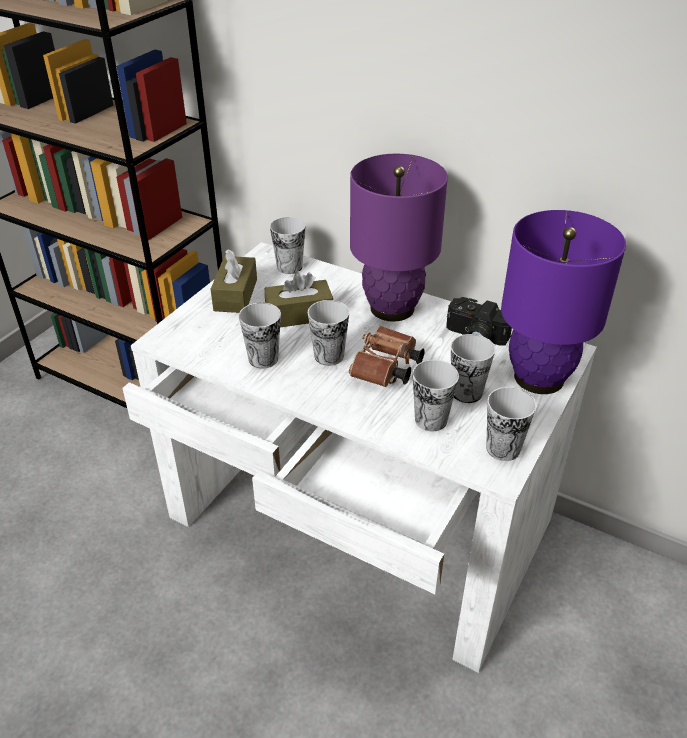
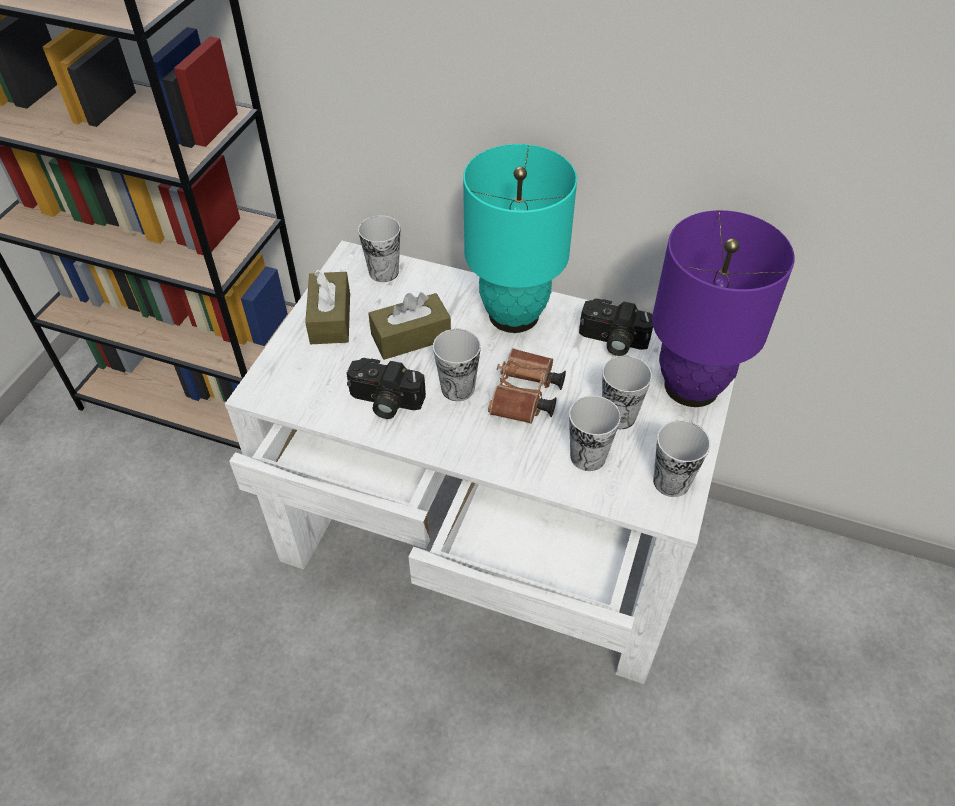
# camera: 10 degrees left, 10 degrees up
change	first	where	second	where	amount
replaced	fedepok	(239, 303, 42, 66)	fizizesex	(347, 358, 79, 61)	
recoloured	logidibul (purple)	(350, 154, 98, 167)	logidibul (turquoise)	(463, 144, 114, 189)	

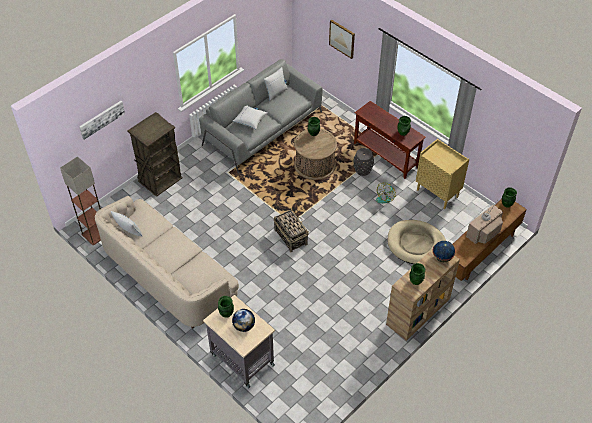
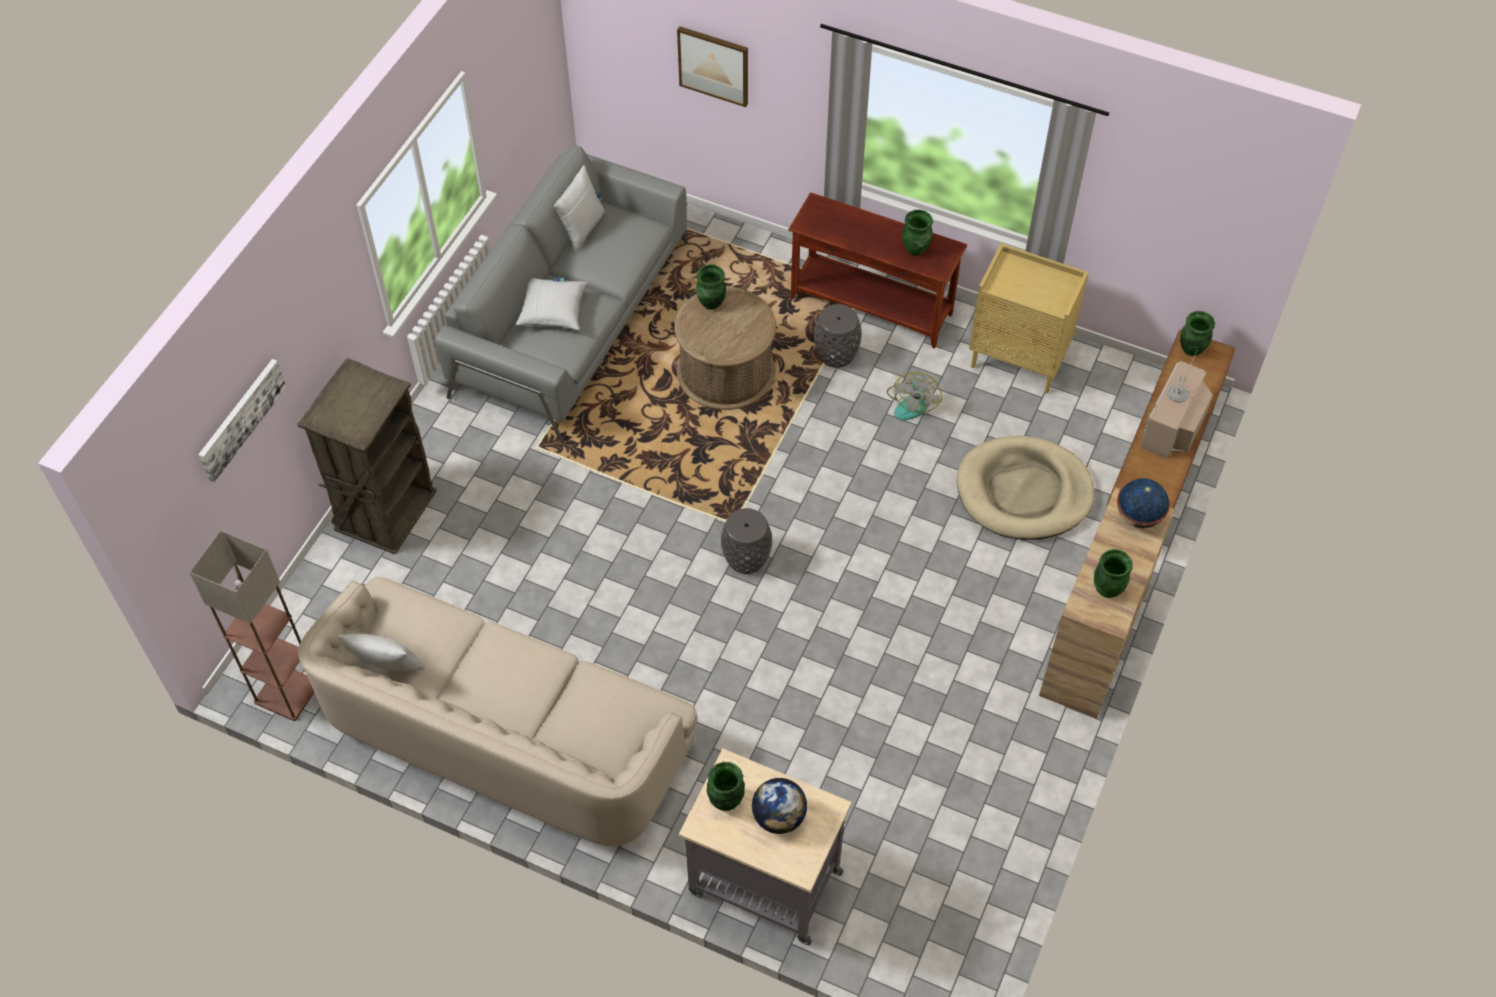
# camera: 20 degrees left, 5 degrees up
change	first	where	second	where	amount
replaced	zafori	(274, 208, 35, 44)	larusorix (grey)	(721, 508, 51, 66)	

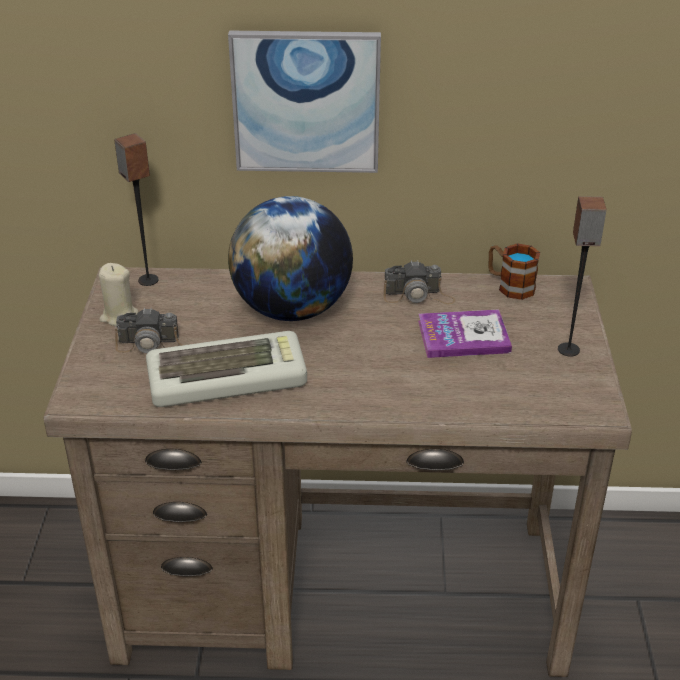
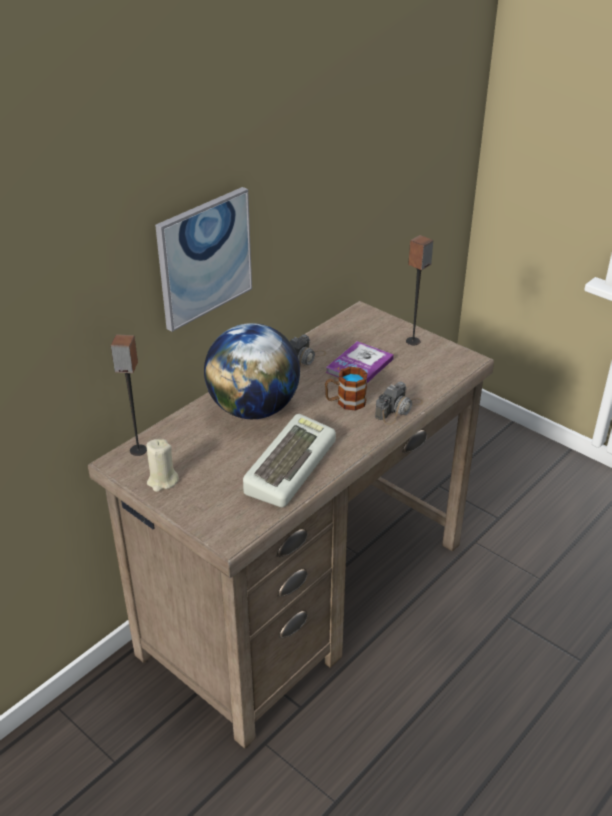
# camera: 50 degrees left, 0 degrees up
change	first	where	second	where	amount
moved	fizizesex	(115, 308, 67, 45)		(375, 382, 48, 43)	
moved	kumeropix	(488, 244, 52, 56)		(325, 367, 43, 44)	

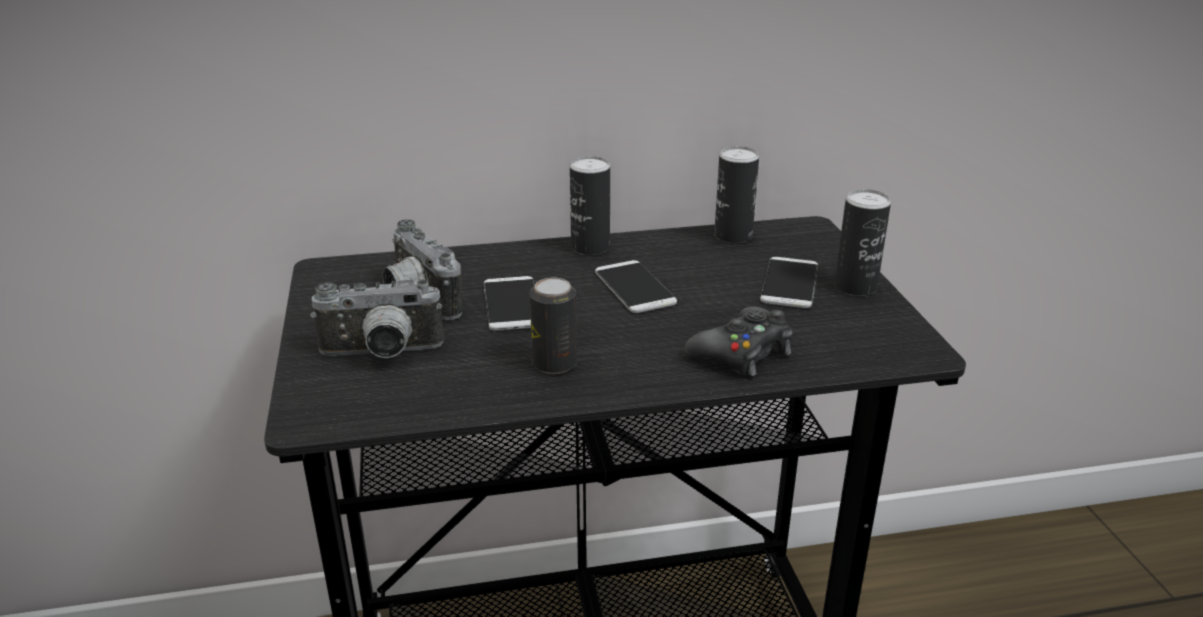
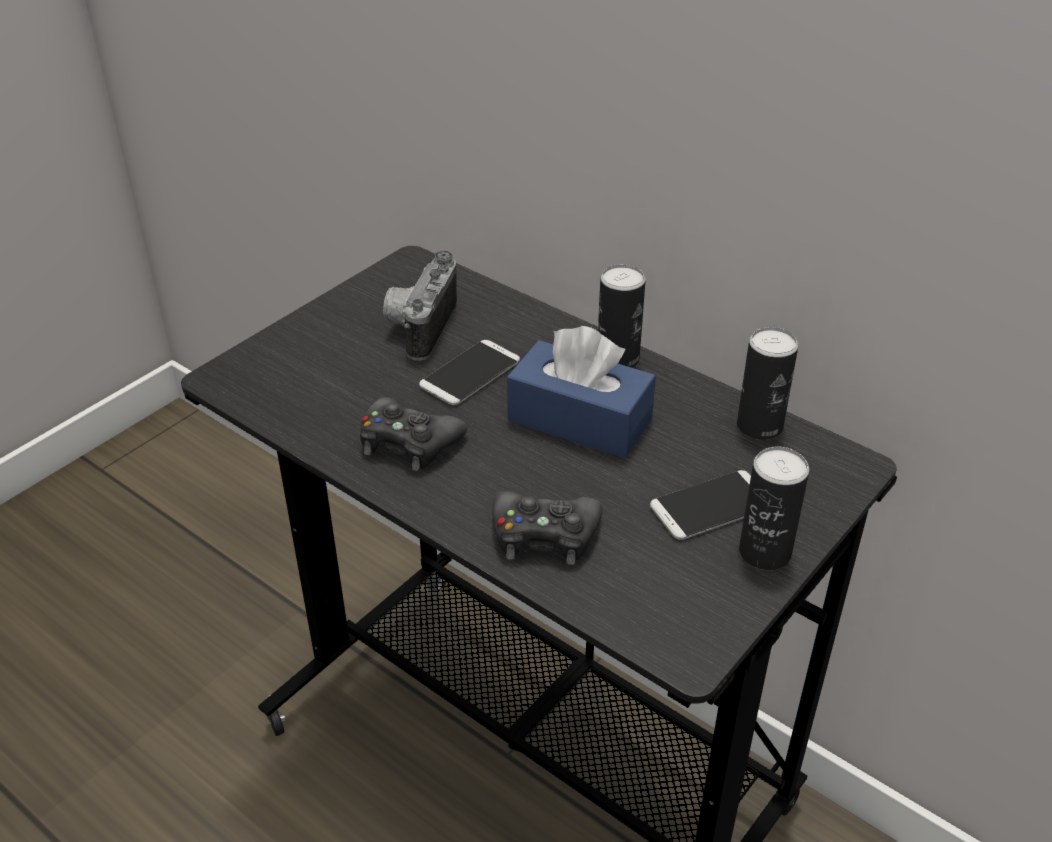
# camera: 50 degrees right, 10 degrees up
change	first	where	second	where	amount
removed	fizizesex	(310, 280, 133, 78)			
replaced	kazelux	(530, 277, 47, 97)	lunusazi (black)	(360, 397, 107, 74)	
replaced	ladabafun	(595, 260, 82, 53)	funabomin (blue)	(507, 326, 149, 132)	

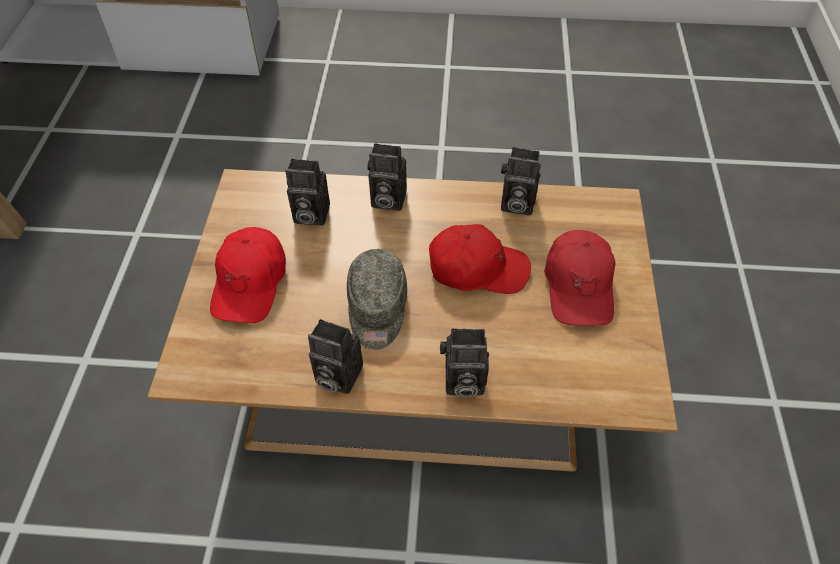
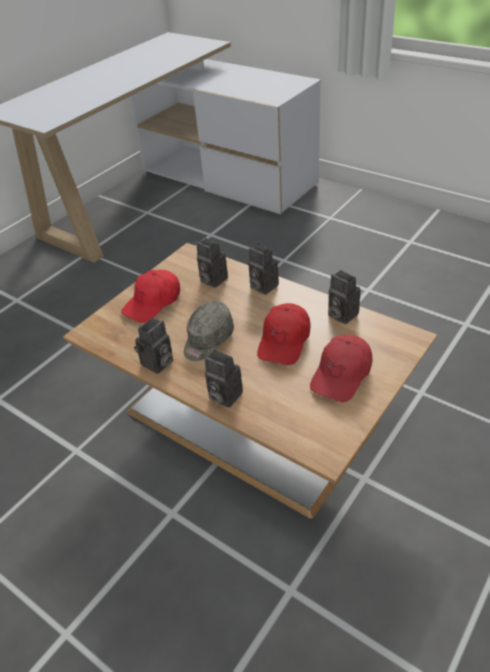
# camera: 35 degrees right, 10 degrees down
change	first	where	second	where	amount
turned	fizizesex	(308, 319, 55, 75)		(134, 317, 39, 57)	105 degrees counterclockwise
turned	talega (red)	(429, 224, 102, 70)		(257, 303, 54, 62)	75 degrees clockwise

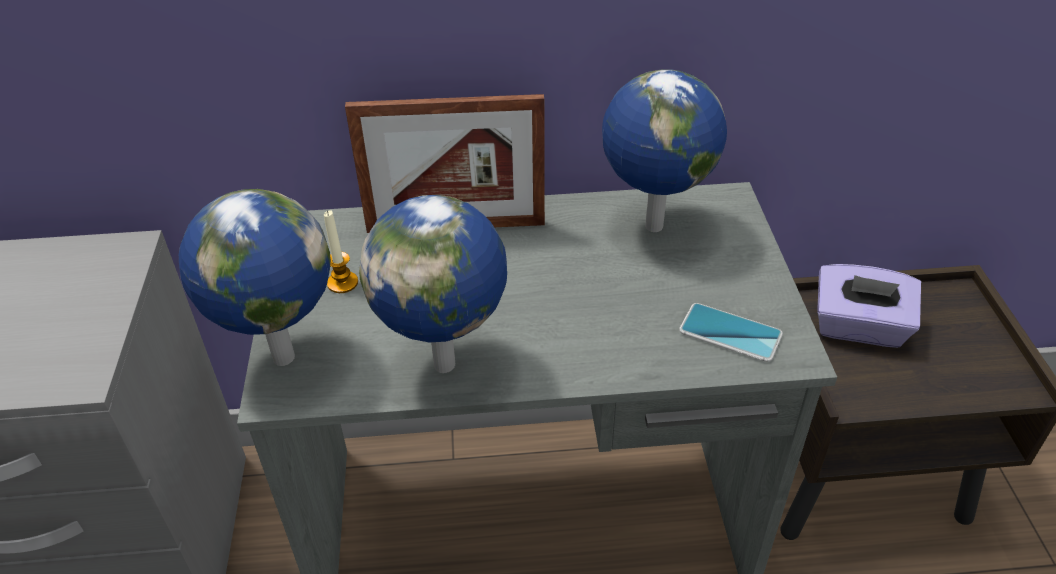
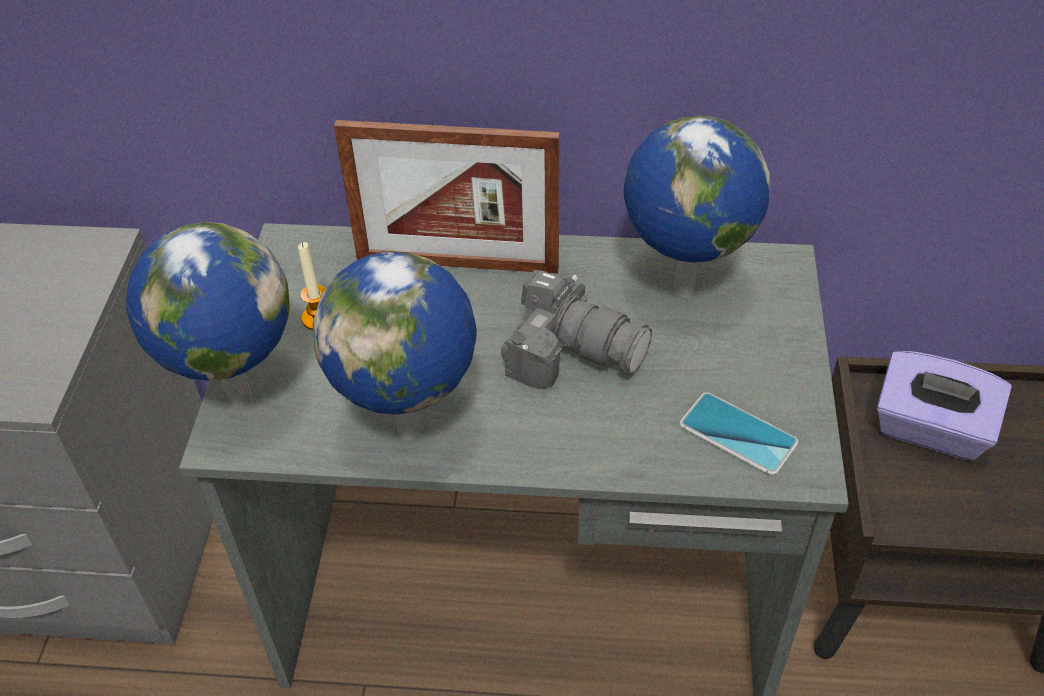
# camera: 10 degrees right, 5 degrees up
change	first	where	second	where	amount
added			fizizesex	(501, 270, 151, 119)	

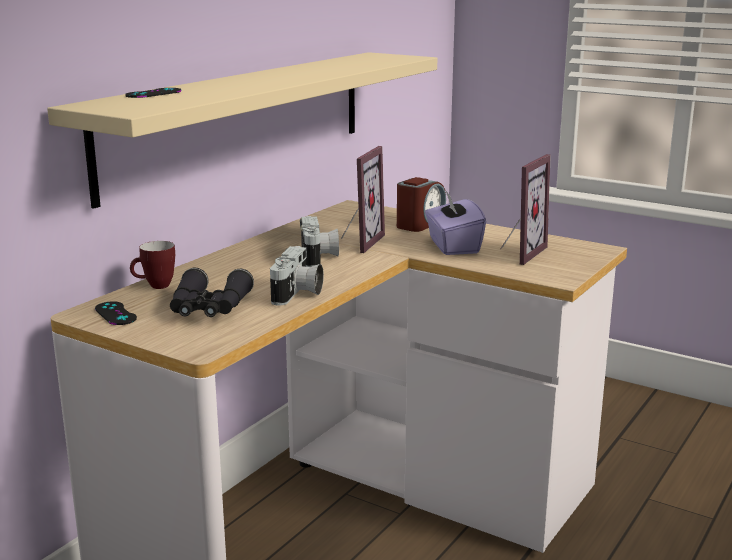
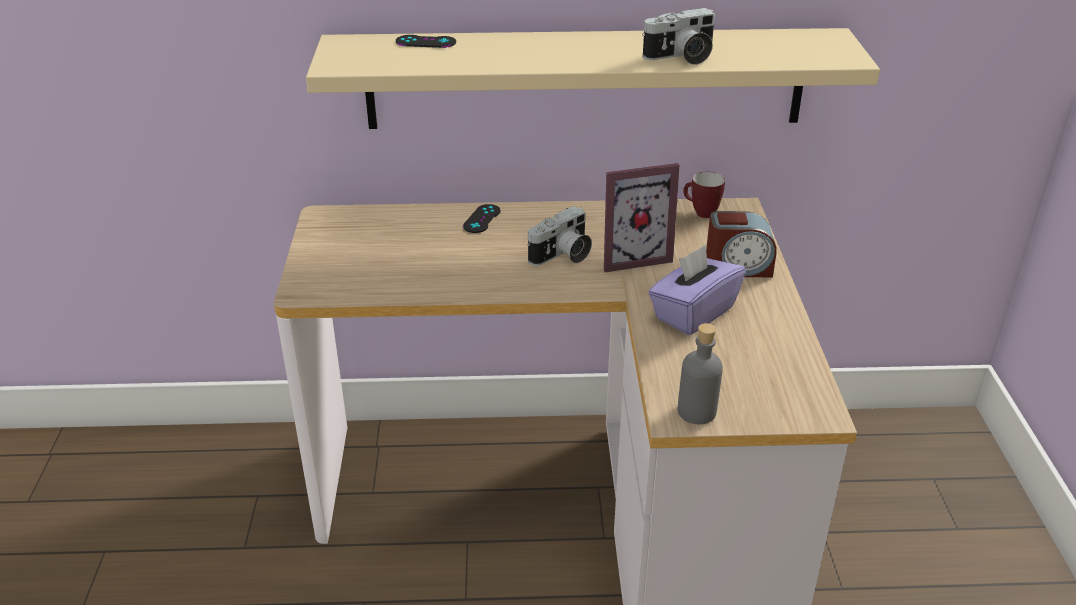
# camera: 55 degrees right, 15 degrees up
change	first	where	second	where	amount
moved	lunusazi (black)	(95, 301, 42, 24)		(463, 204, 38, 29)	
moved	kumeropix	(130, 241, 45, 48)		(683, 172, 42, 46)	
removed	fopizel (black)	(170, 268, 84, 49)			
moved	fizizesex	(270, 246, 54, 60)		(642, 8, 73, 57)	
removed	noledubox	(501, 154, 50, 111)			
added			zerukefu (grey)	(678, 323, 45, 101)	

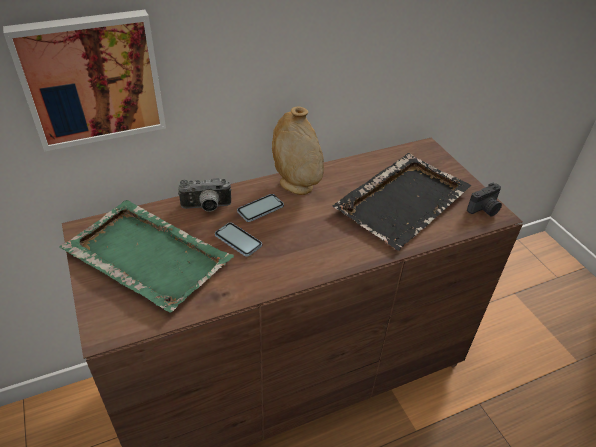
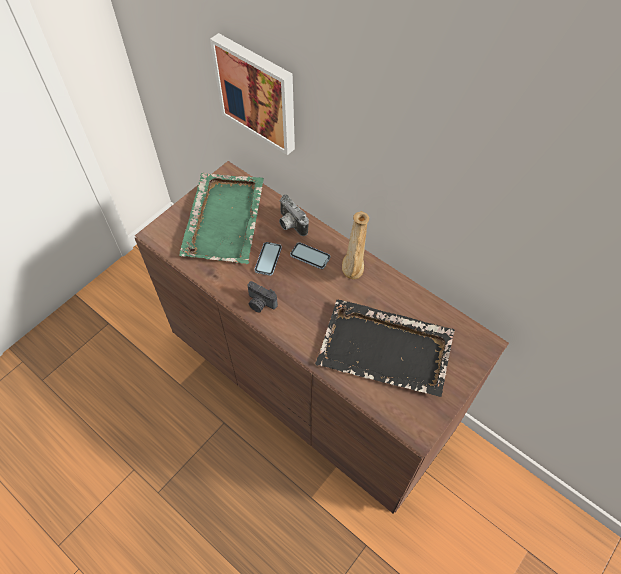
# camera: 65 degrees right, 15 degrees up
change	first	where	second	where	amount
moved	fizizesex	(467, 183, 35, 33)		(247, 281, 31, 31)	

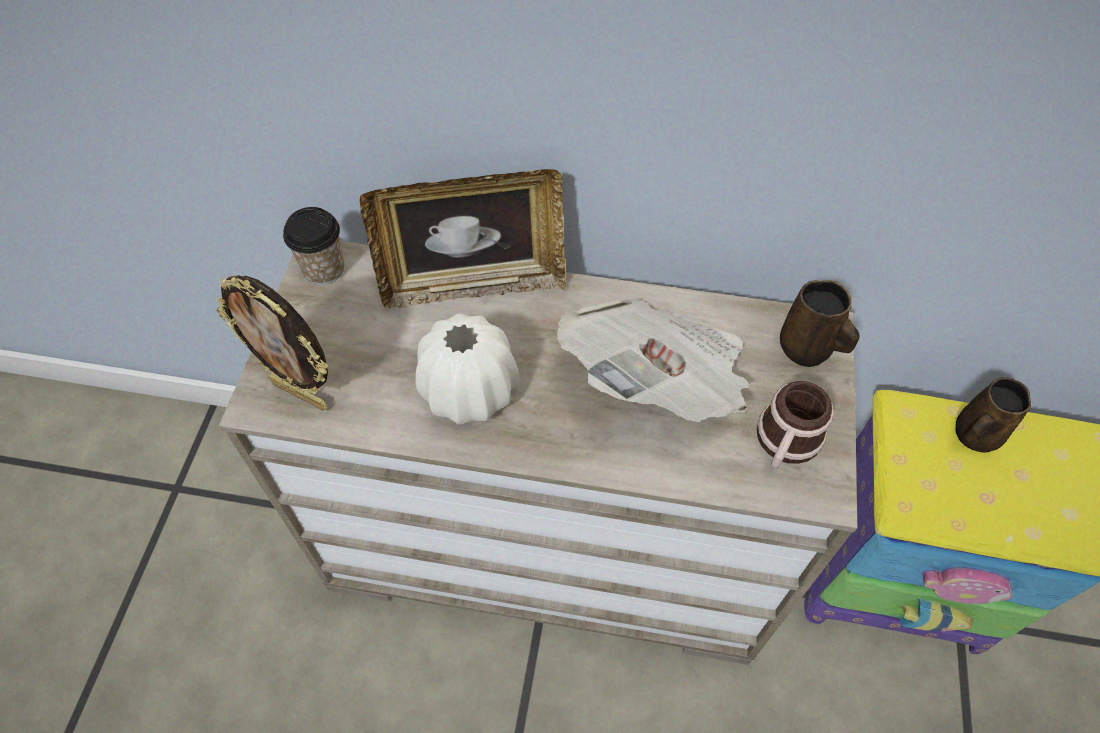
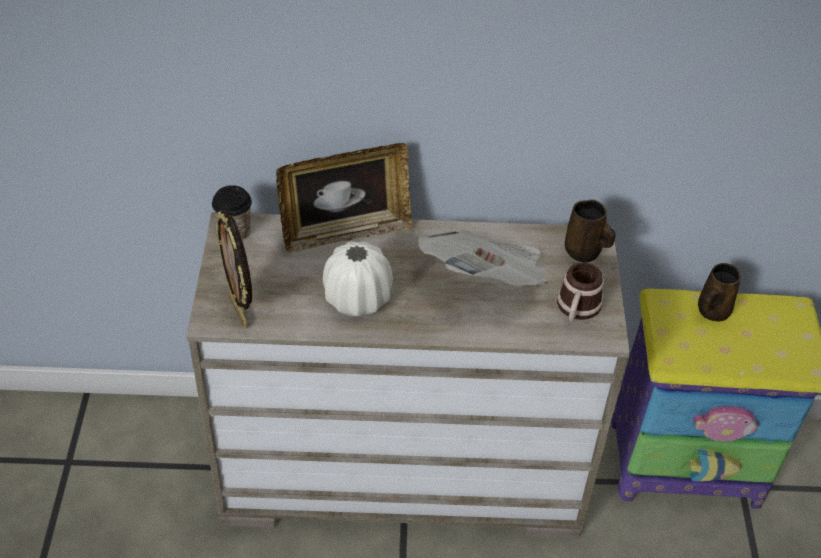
# camera: 10 degrees left, 10 degrees down
change	first	where	second	where	amount
turned	noledubox	(216, 275, 112, 136)		(215, 212, 37, 116)	45 degrees clockwise

